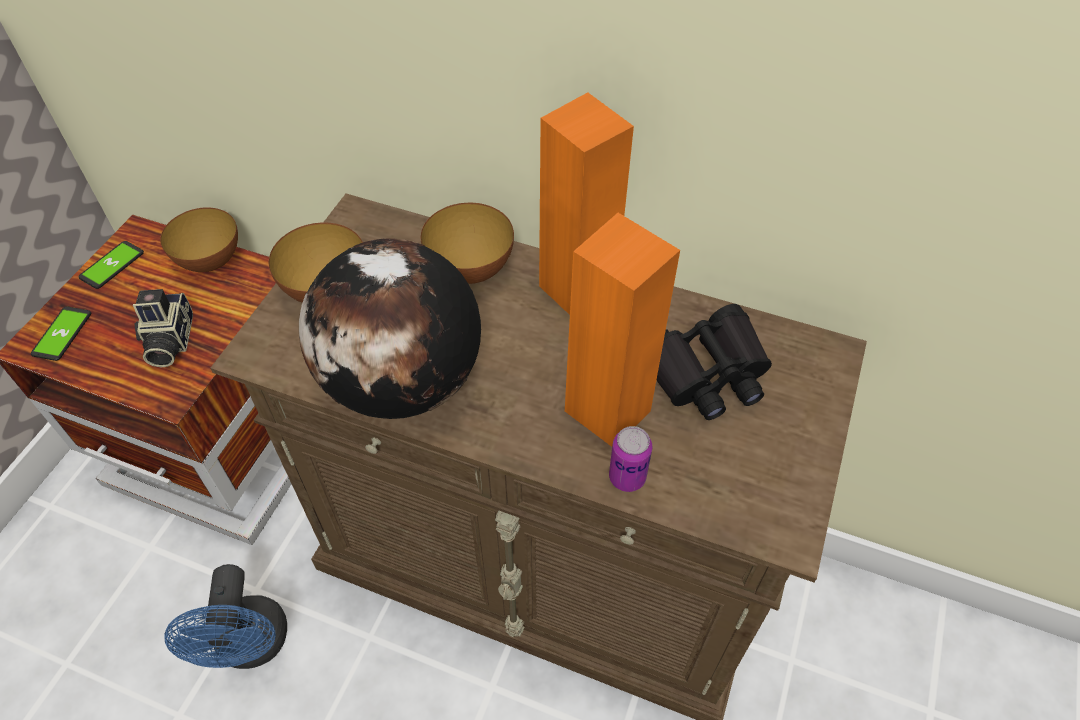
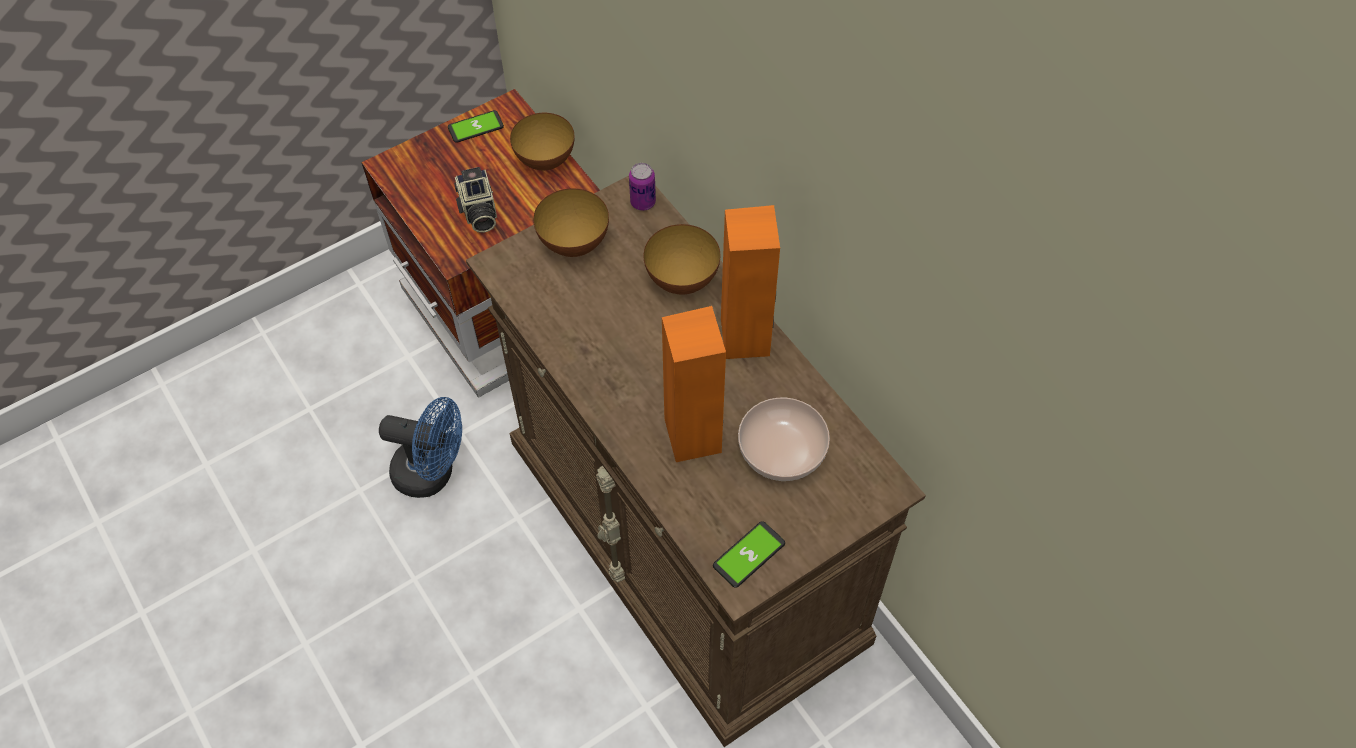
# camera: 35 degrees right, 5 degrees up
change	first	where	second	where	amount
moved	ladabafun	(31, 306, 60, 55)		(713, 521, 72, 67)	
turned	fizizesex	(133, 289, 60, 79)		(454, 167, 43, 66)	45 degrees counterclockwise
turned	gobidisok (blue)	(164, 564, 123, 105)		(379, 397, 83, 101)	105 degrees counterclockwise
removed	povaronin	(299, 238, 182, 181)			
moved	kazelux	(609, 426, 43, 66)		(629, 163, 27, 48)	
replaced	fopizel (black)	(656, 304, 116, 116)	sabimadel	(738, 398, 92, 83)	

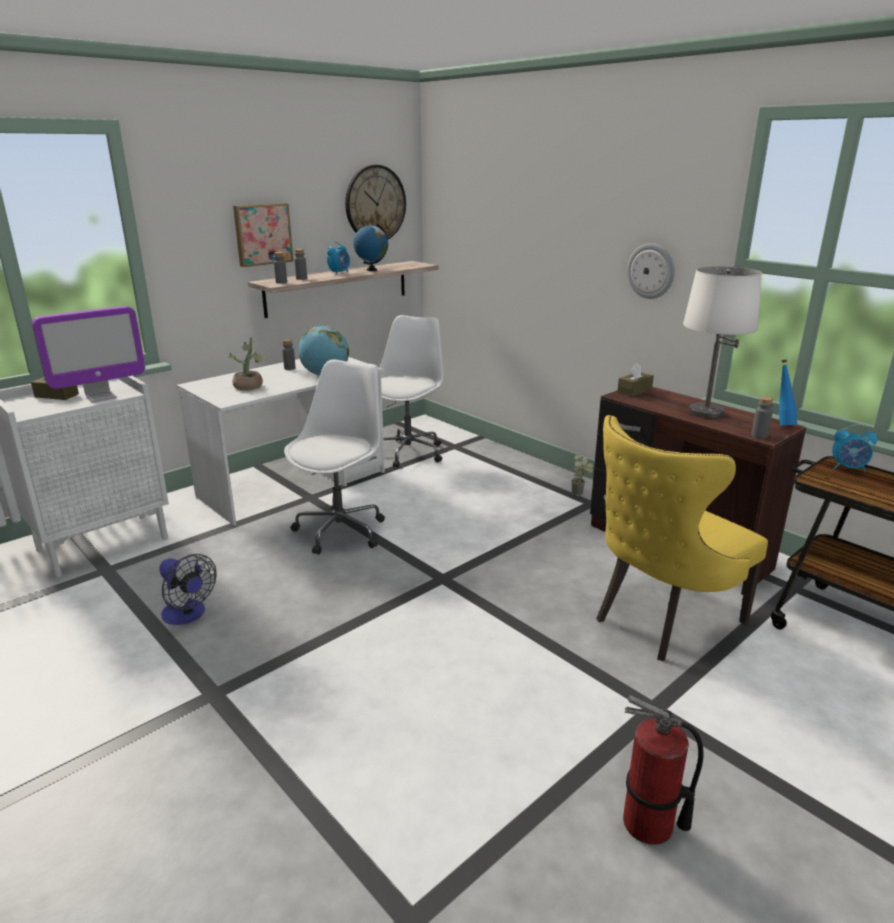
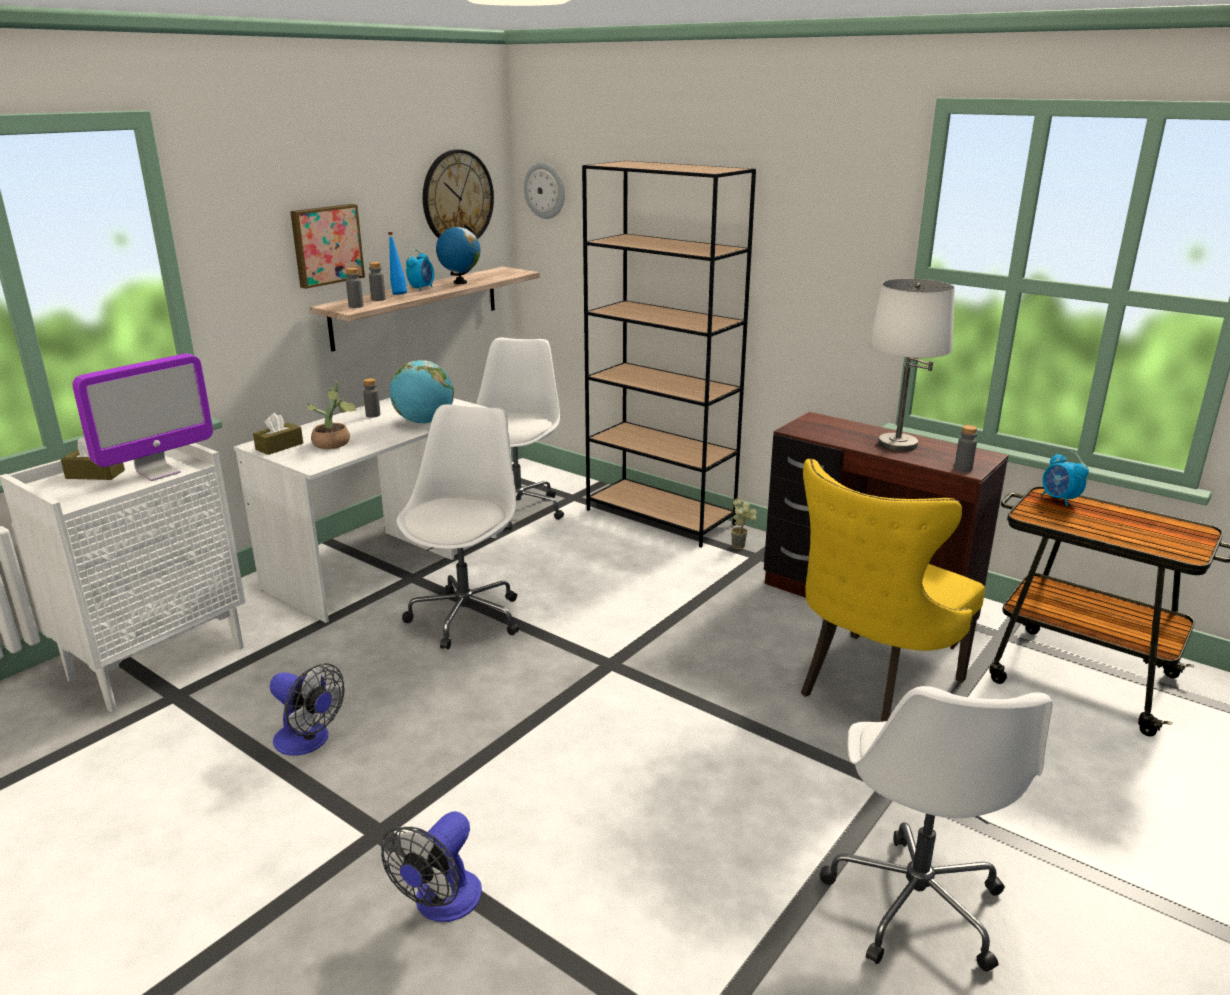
# camera: 10 degrees left, 0 degrees up
change	first	where	second	where	amount
moved	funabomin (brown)	(617, 363, 37, 34)		(253, 413, 50, 42)	
replaced	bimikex	(623, 695, 81, 150)	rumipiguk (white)	(819, 686, 234, 286)	
moved	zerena	(627, 243, 48, 56)		(524, 163, 41, 56)	
moved	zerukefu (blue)	(779, 360, 18, 66)		(388, 232, 19, 63)	
turned	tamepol	(832, 424, 45, 48)		(1042, 452, 47, 54)	60 degrees clockwise
added			gobidisok	(381, 811, 101, 111)	
added			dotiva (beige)	(582, 161, 174, 386)	

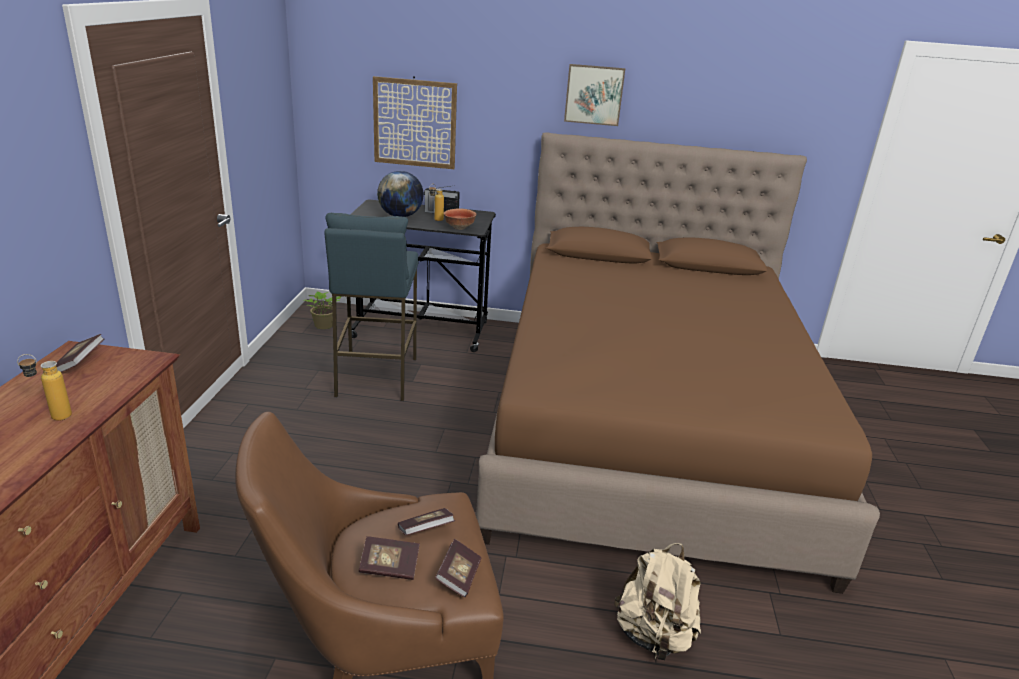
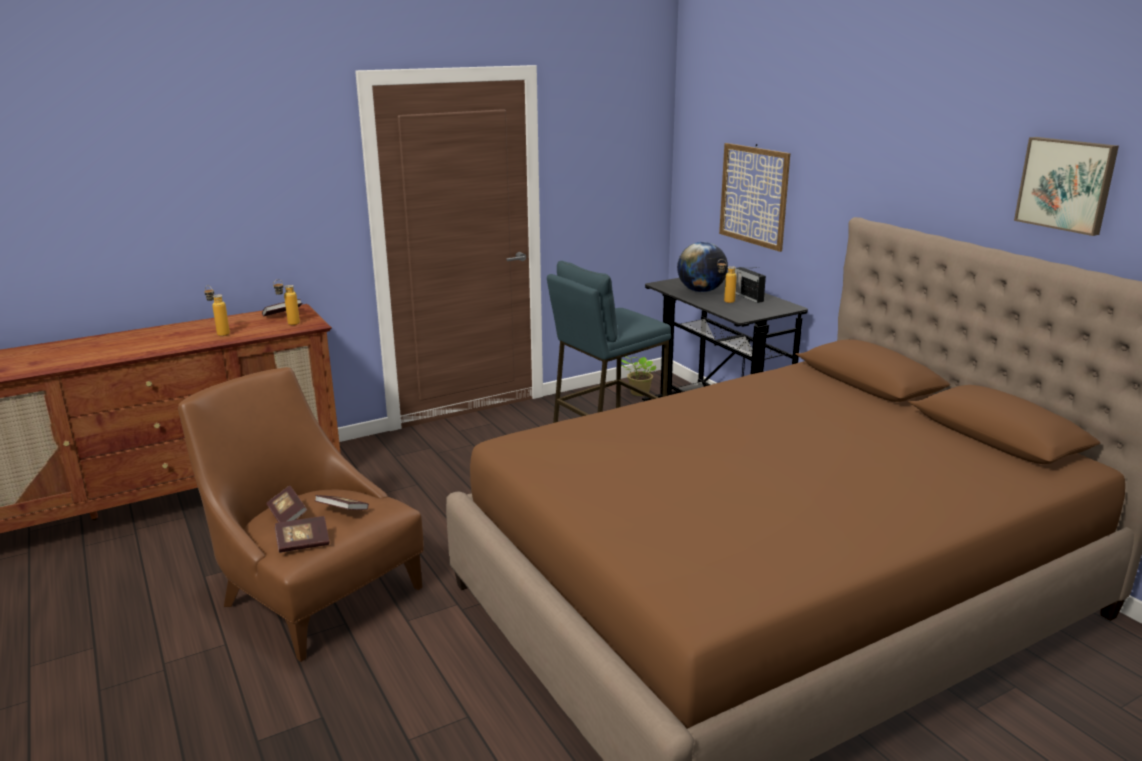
# camera: 55 degrees right, 5 degrees down
change	first	where	second	where	amount
removed	sabimadel	(444, 209, 32, 21)			
moved	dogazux	(564, 64, 61, 62)		(1014, 137, 105, 99)	
removed	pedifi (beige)	(615, 543, 86, 118)			
added			zerukefu	(273, 279, 27, 46)	

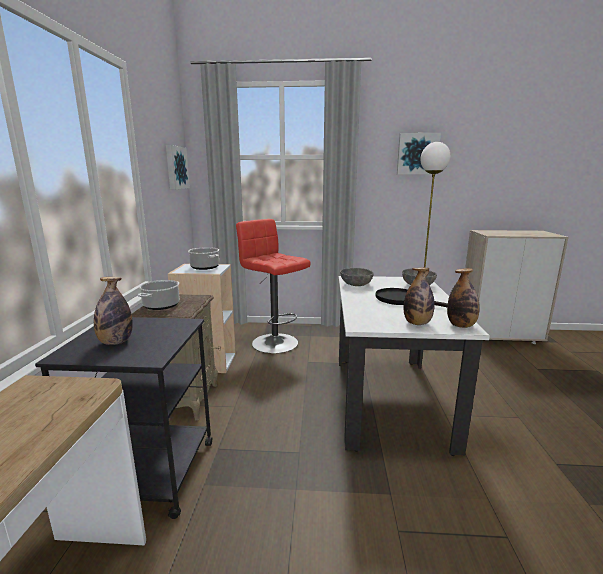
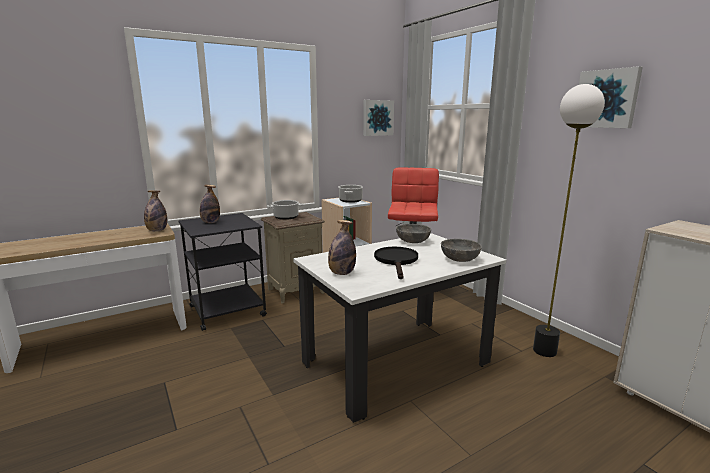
# camera: 55 degrees right, 0 degrees up
change	first	where	second	where	amount
moved	zerukefu	(447, 268, 33, 60)		(144, 191, 23, 40)	

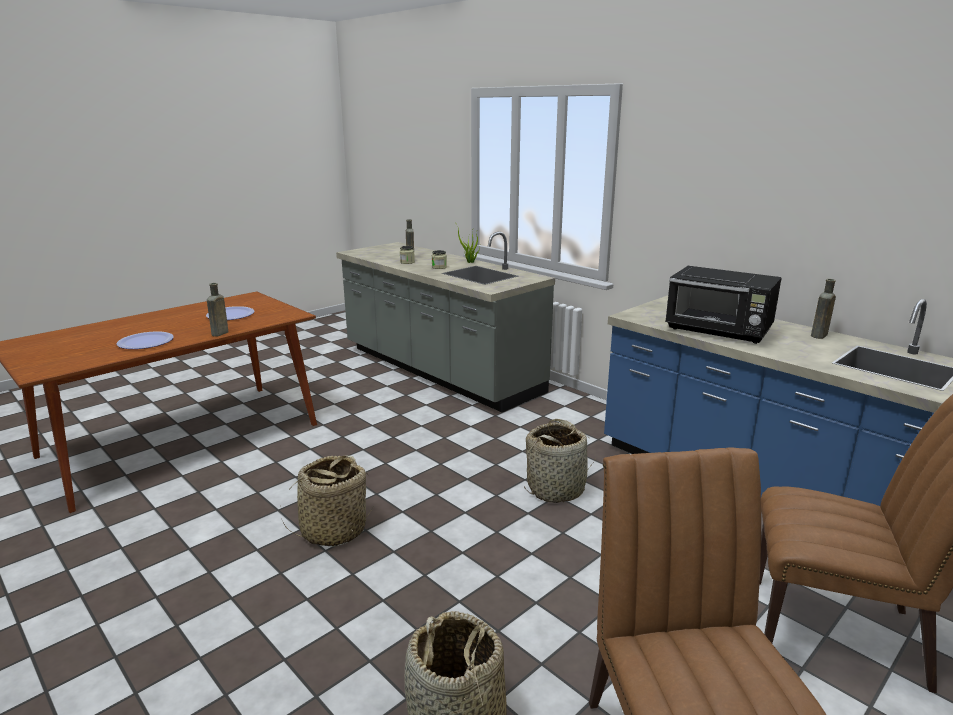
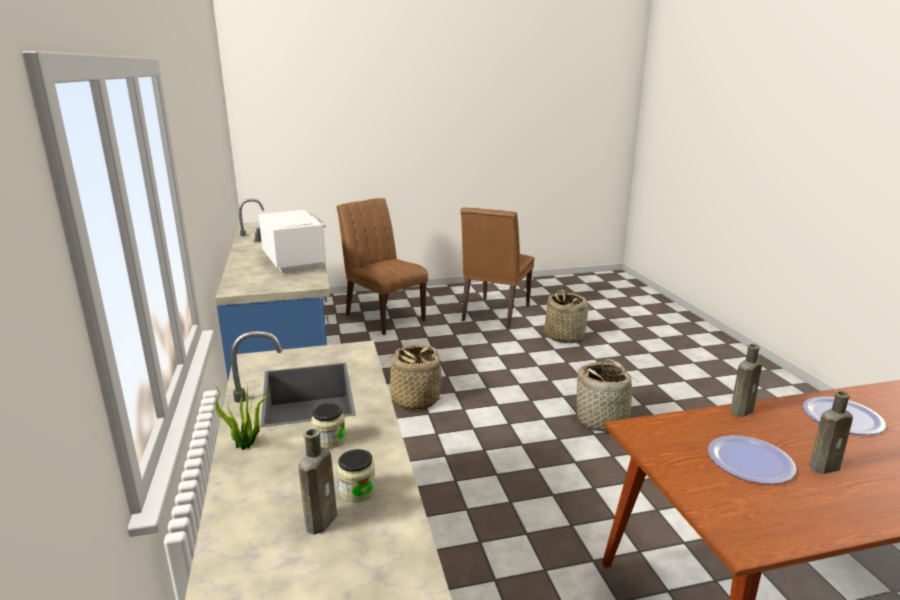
# camera: 150 degrees left, 0 degrees up
change	first	where	second	where	amount
recoloured	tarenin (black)	(665, 266, 117, 78)	tarenin (white)	(258, 210, 69, 64)	
moved	zerukefu (brown)	(811, 279, 25, 60)		(810, 391, 43, 83)	

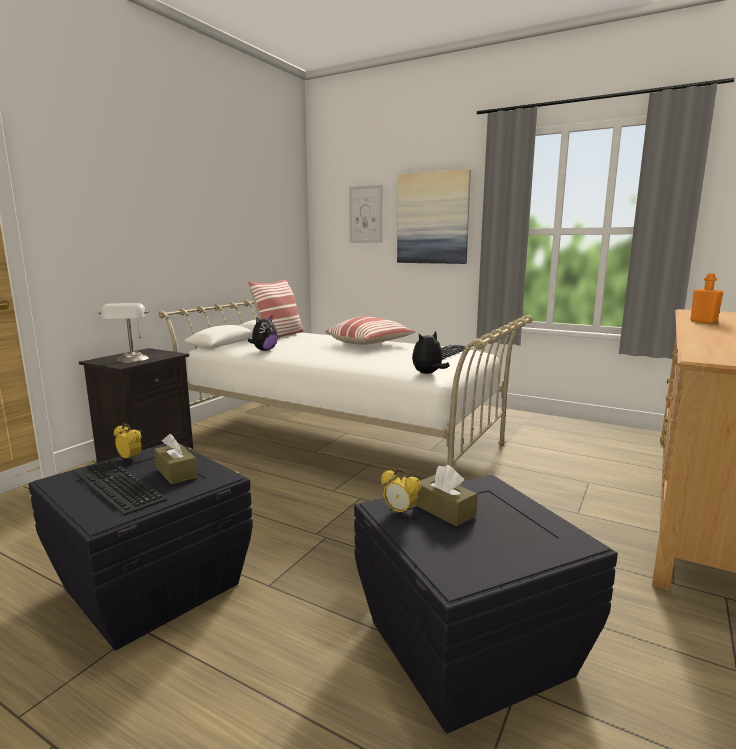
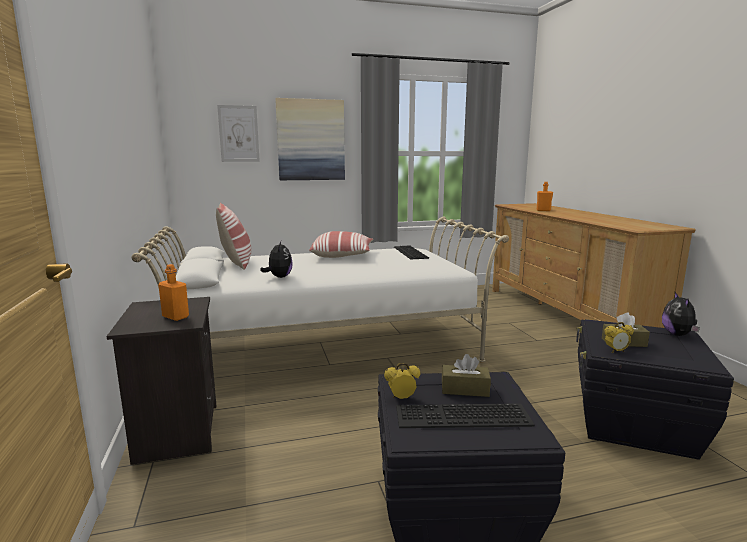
# camera: 45 degrees left, 0 degrees up
change	first	where	second	where	amount
replaced	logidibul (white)	(98, 303, 53, 59)	zerukefu (orange)	(158, 264, 31, 57)	
moved	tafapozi	(412, 331, 38, 43)		(662, 292, 38, 44)	

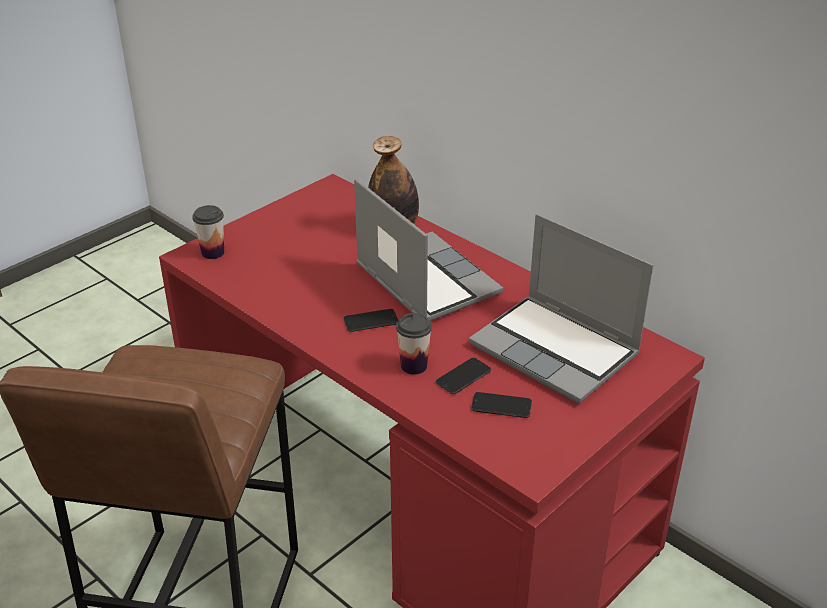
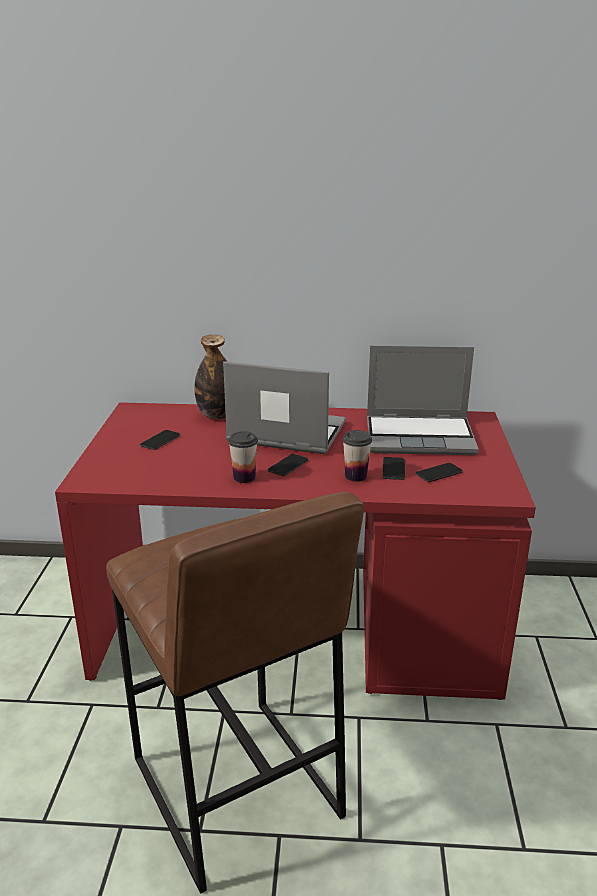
# camera: 40 degrees left, 10 degrees down
change	first	where	second	where	amount
moved	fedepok	(192, 205, 32, 54)		(228, 431, 30, 52)	
added			ladabafun	(140, 430, 40, 20)	

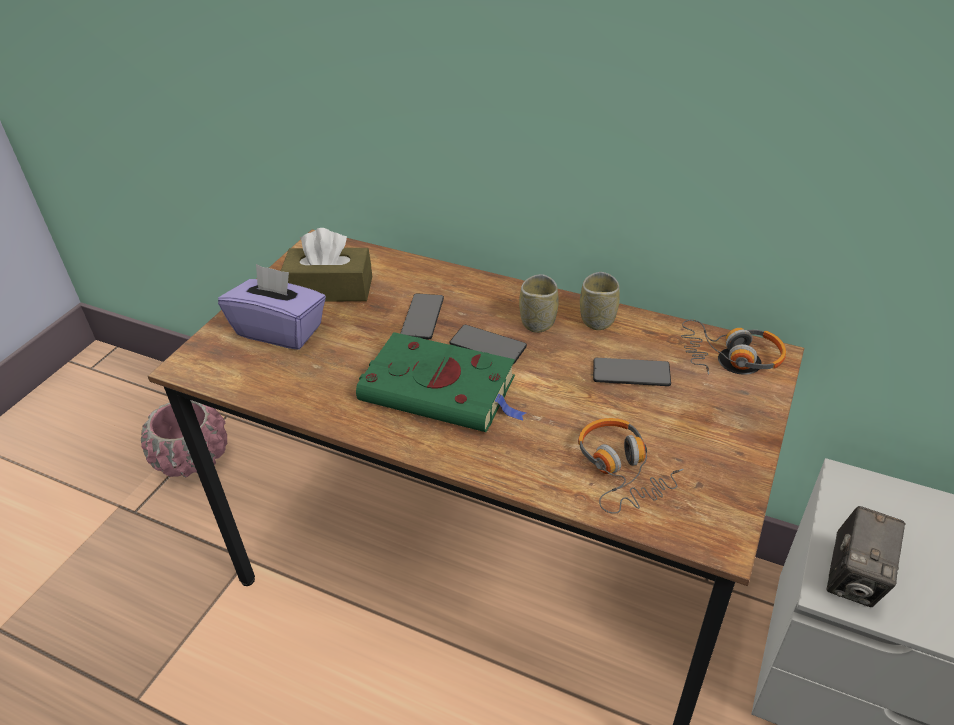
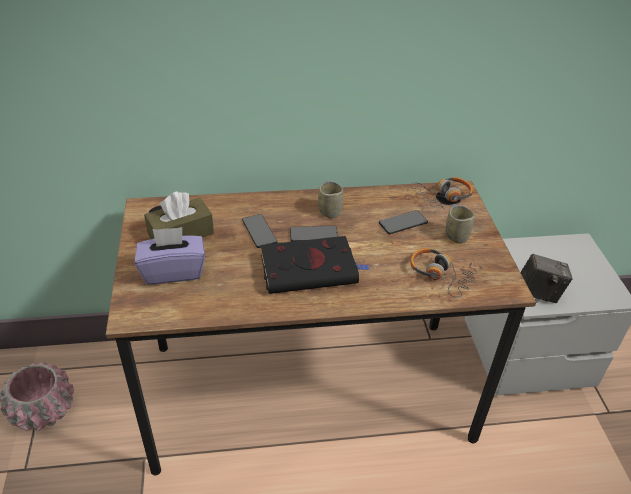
# camera: 35 degrees left, 0 degrees up
change	first	where	second	where	amount
recoloured	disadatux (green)	(356, 332, 170, 100)	disadatux (black)	(261, 236, 109, 58)	
moved	fedepok	(580, 272, 40, 58)		(446, 205, 28, 39)	
turned	fizizesex	(827, 506, 78, 101)		(520, 254, 53, 49)	75 degrees counterclockwise

